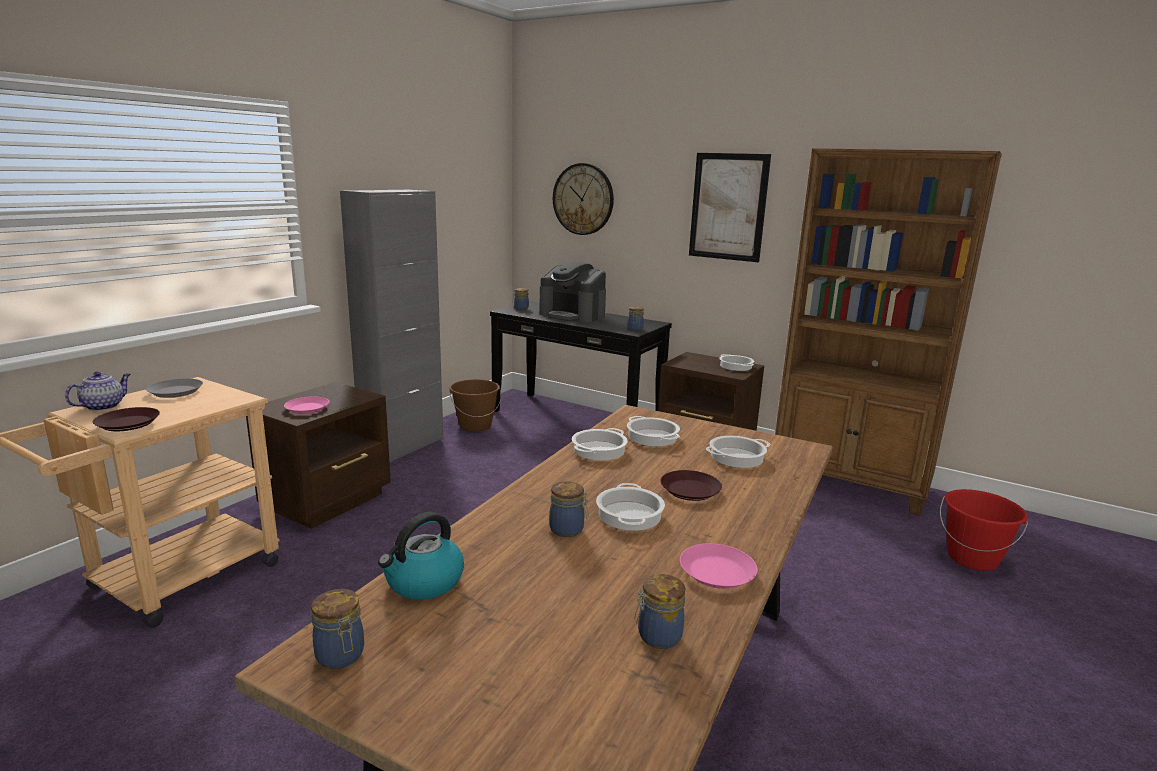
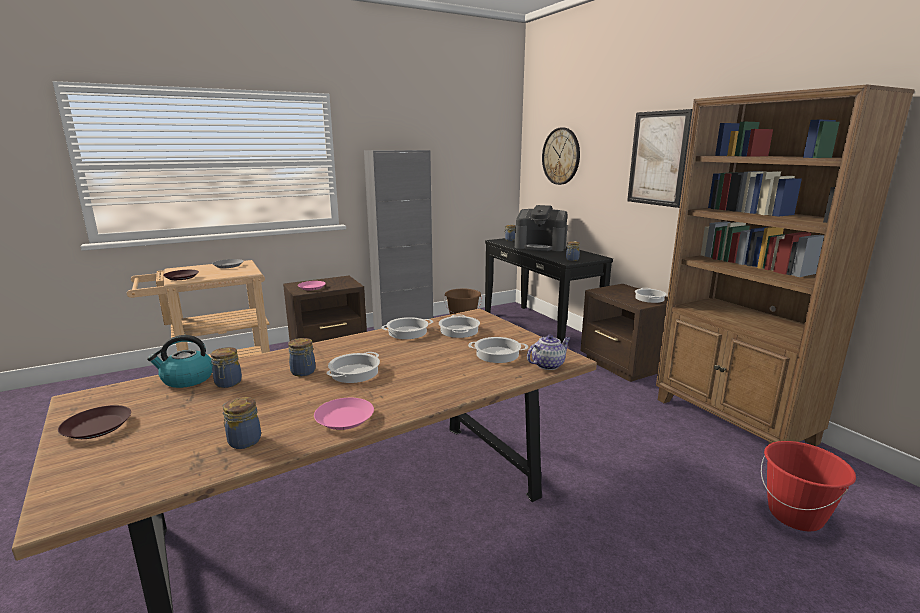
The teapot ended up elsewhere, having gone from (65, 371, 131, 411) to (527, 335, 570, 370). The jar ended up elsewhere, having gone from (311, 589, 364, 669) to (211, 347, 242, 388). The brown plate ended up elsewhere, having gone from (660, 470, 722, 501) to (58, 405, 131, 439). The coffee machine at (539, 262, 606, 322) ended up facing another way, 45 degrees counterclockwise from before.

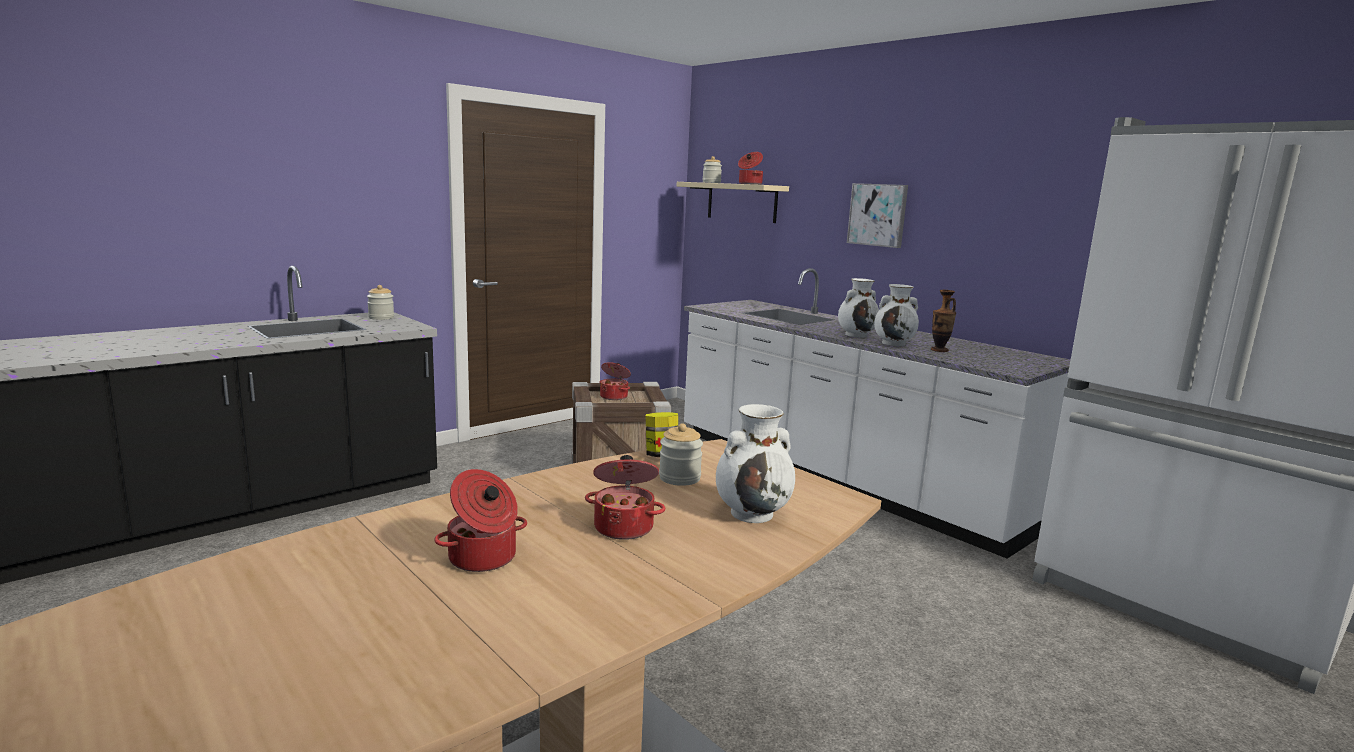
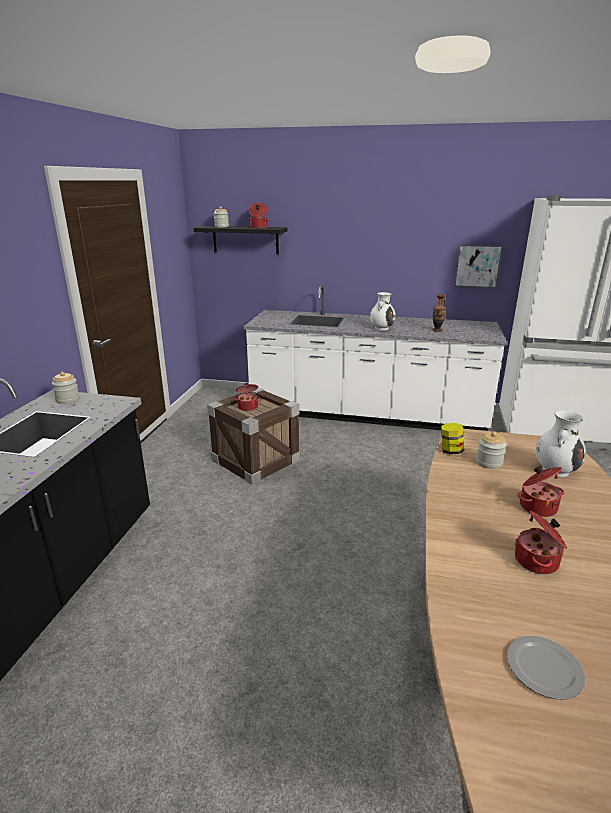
The second view lost the white vase at (874, 284, 919, 346). The second view gained the plate at (507, 636, 585, 699). The picture ended up elsewhere, having gone from (847, 183, 908, 248) to (455, 245, 502, 288). What was the beige shelf at (677, 182, 789, 223) turned into the black shelf at (193, 226, 288, 254).

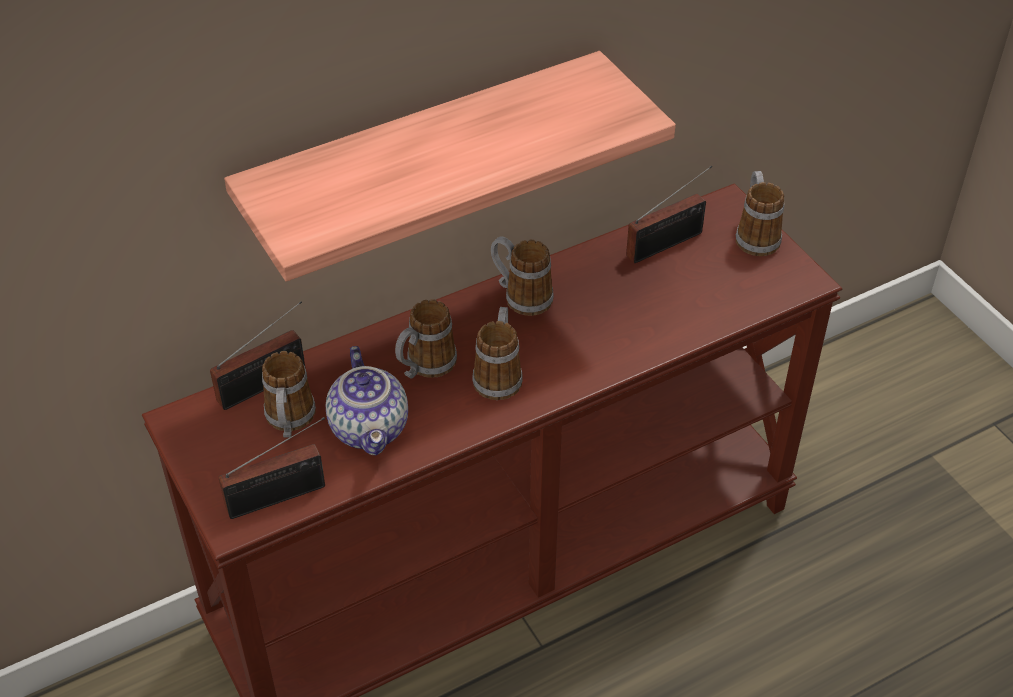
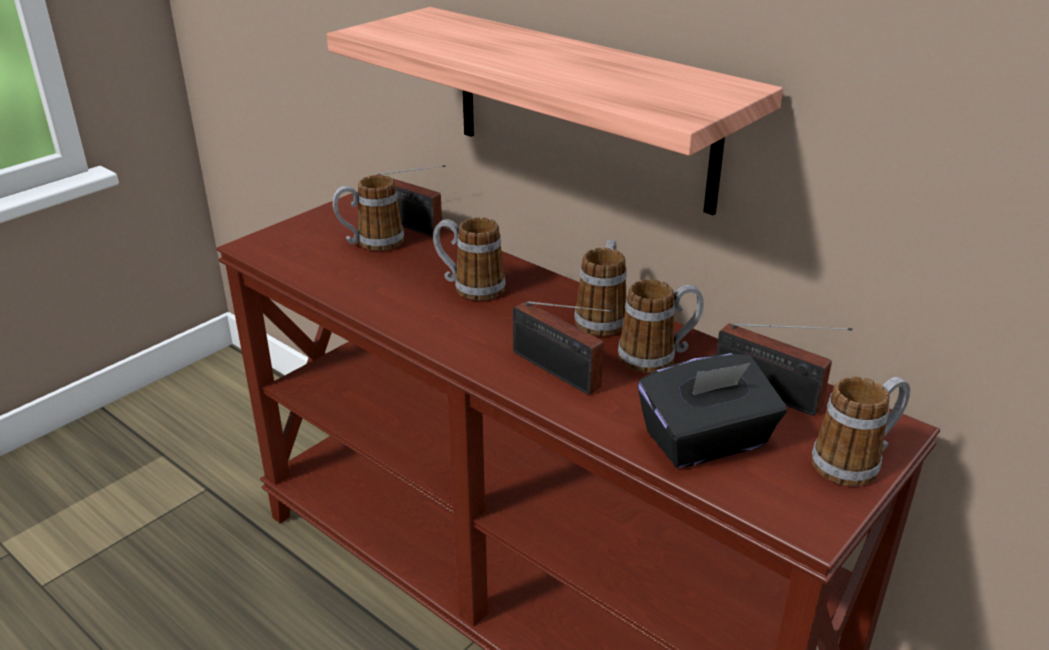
The second view lost the teapot at (326, 346, 408, 455). The second view gained the black tissue box at (638, 353, 787, 468). The radio ended up elsewhere, having gone from (218, 417, 325, 519) to (513, 301, 614, 395). The mug ended up elsewhere, having gone from (472, 307, 523, 400) to (618, 279, 704, 373).

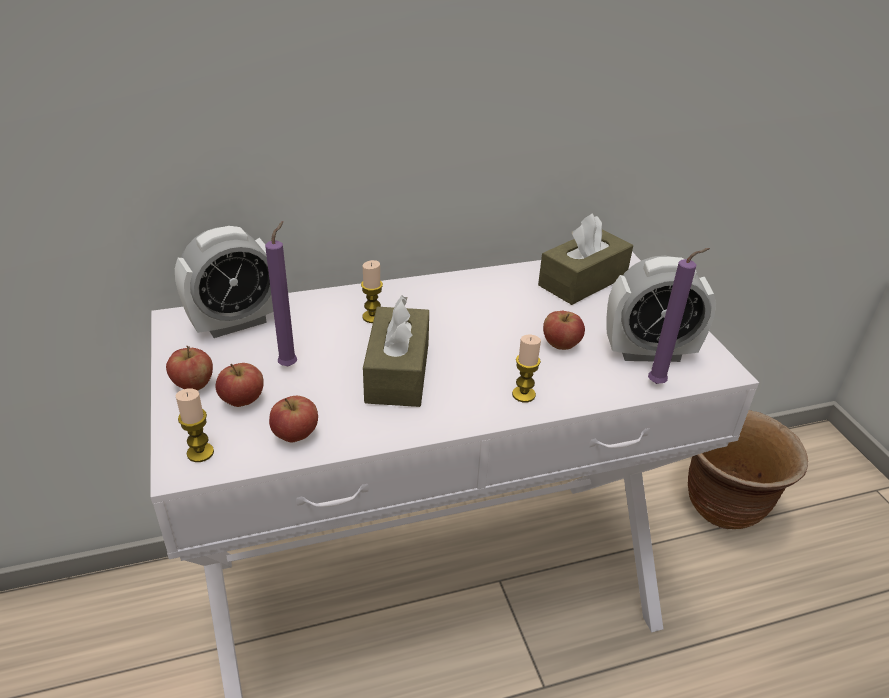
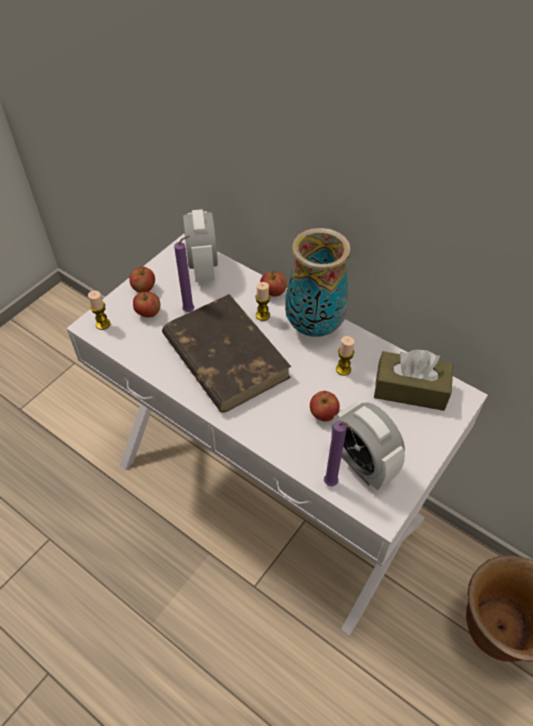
The second view gained the vase at (285, 228, 351, 337). The apple ended up elsewhere, having gone from (269, 396, 318, 442) to (260, 271, 287, 297). The candle ended up elsewhere, having gone from (512, 335, 541, 402) to (336, 336, 354, 376). Where the brown tissue box stood at (363, 295, 429, 407), the brown book came to stand at (162, 294, 291, 413). The alarm clock at (175, 226, 273, 338) ended up facing another way, 120 degrees counterclockwise from before.

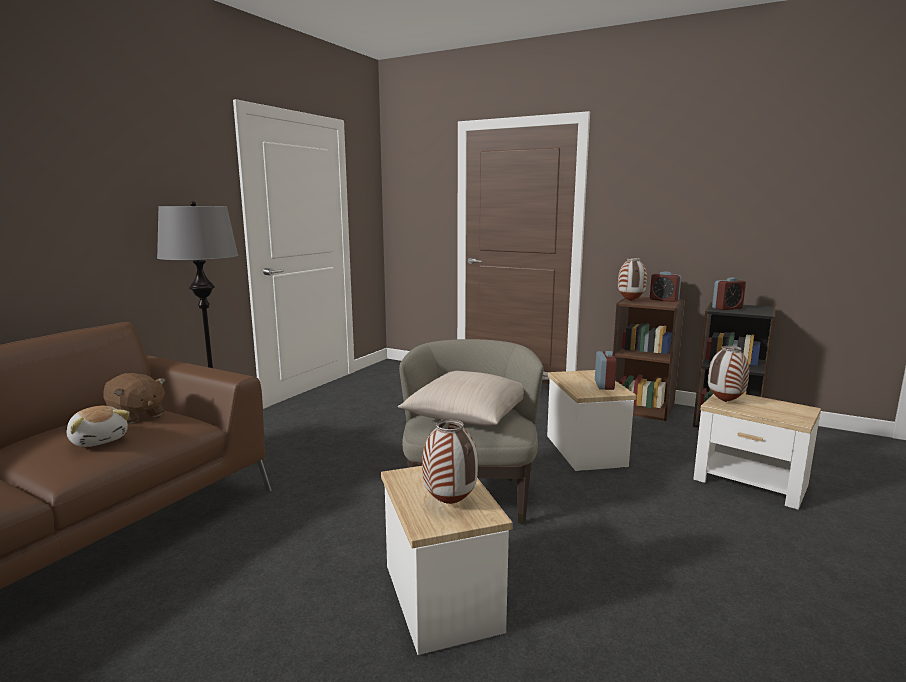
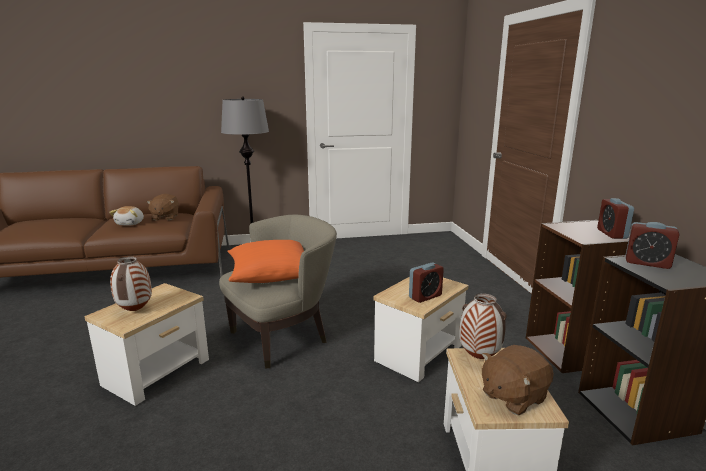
The second view lost the vase at (618, 258, 647, 301). The second view gained the brown plush toy at (482, 345, 554, 415). What was the beige pillow at (398, 371, 524, 426) turned into the orange pillow at (227, 240, 304, 283).

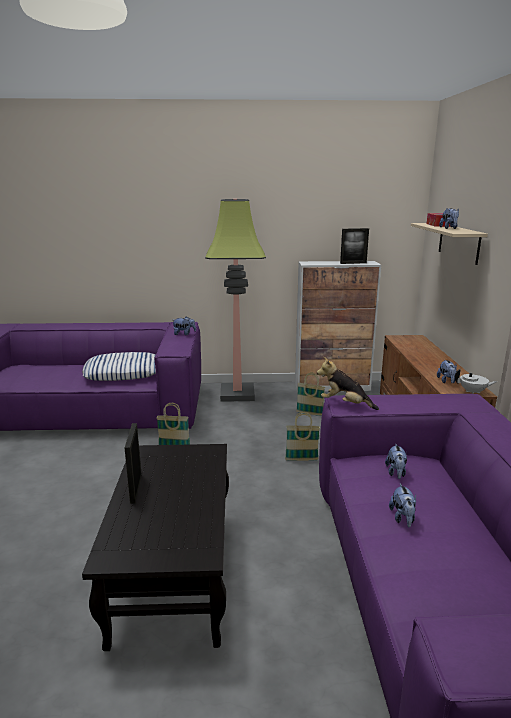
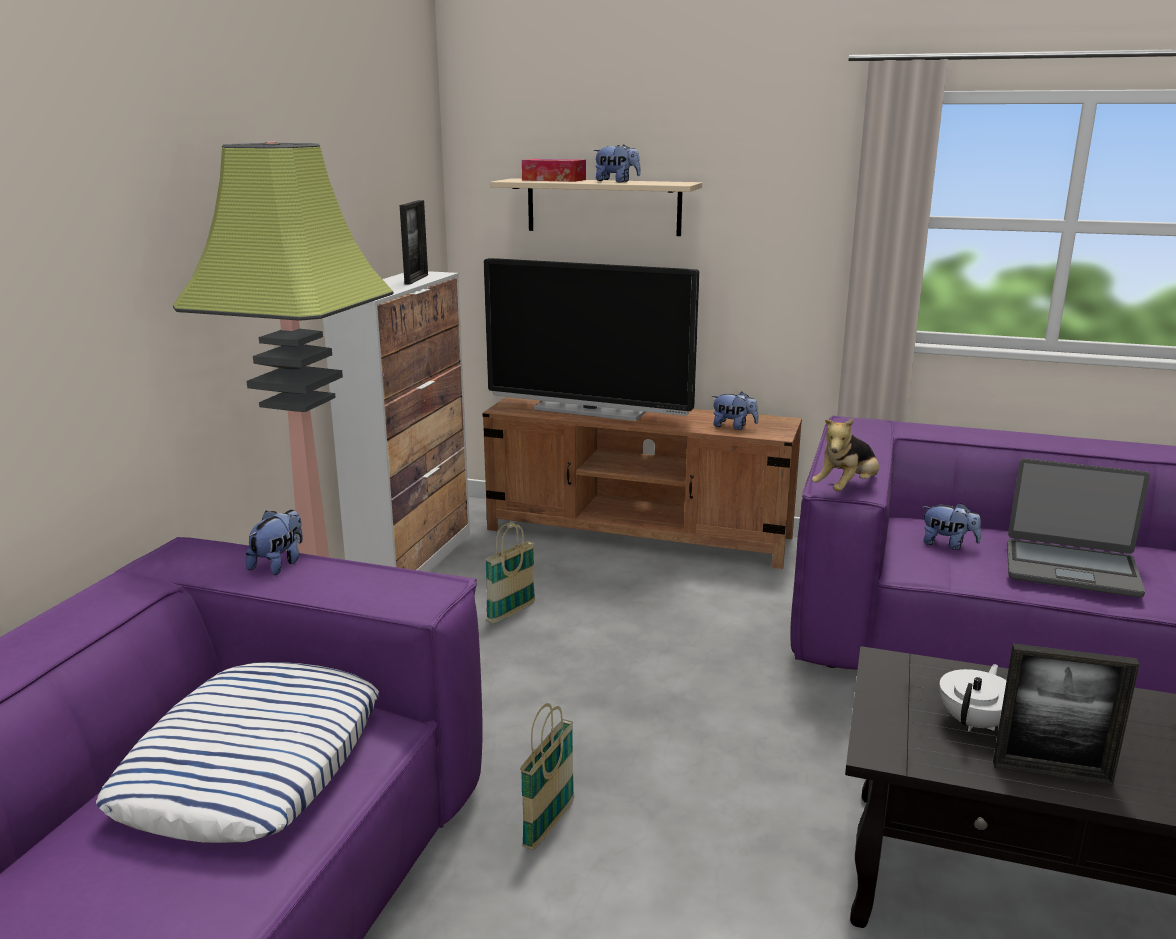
The second view lost the basket at (285, 412, 320, 461). The second view gained the television at (484, 258, 699, 421). The white teapot ended up elsewhere, having gone from (455, 369, 497, 394) to (939, 664, 1007, 732). Where the plush toy stood at (389, 483, 416, 527), the laptop came to stand at (1007, 458, 1150, 598).

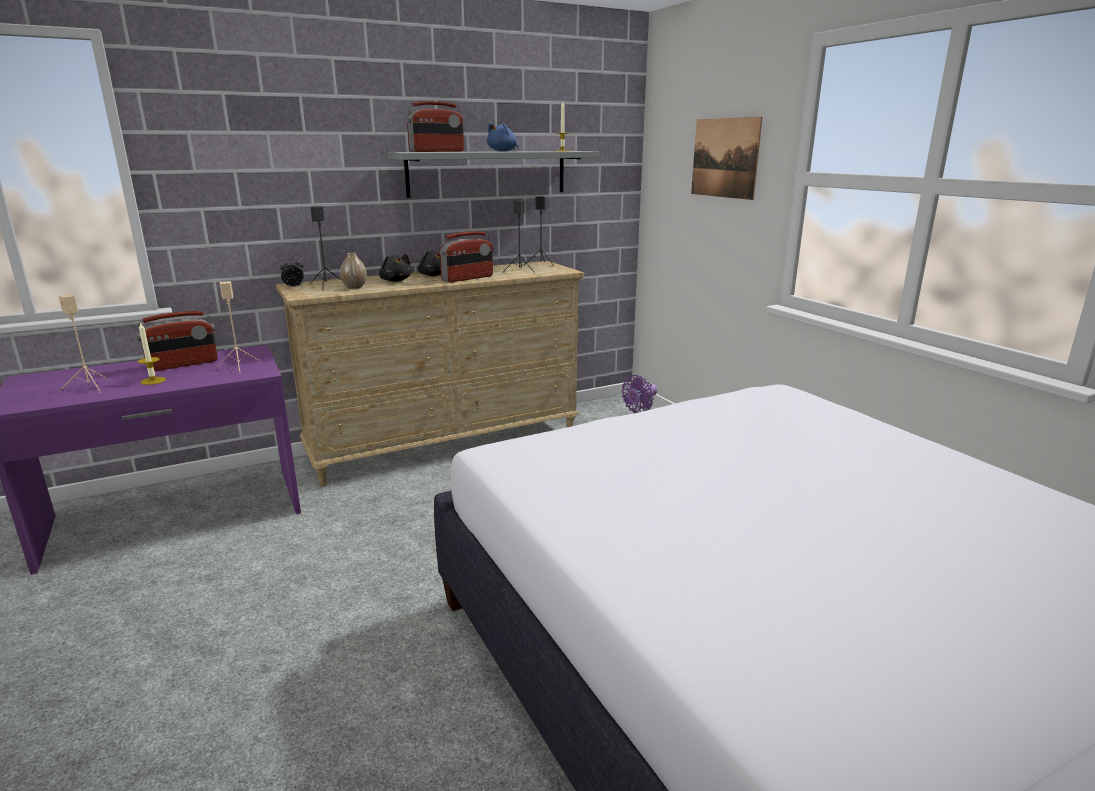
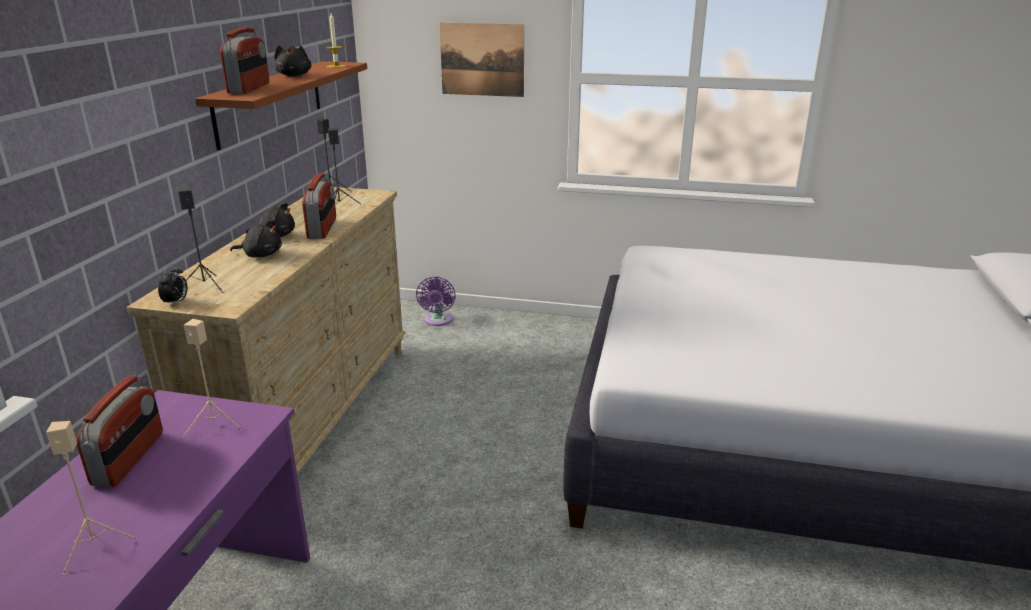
The second view lost the candle at (137, 322, 166, 385). The second view lost the vase at (340, 253, 367, 289). What was the grey shelf at (387, 151, 599, 198) turned into the brown shelf at (195, 61, 367, 150). What was the blue plush toy at (487, 123, 519, 151) turned into the black plush toy at (274, 45, 311, 76).

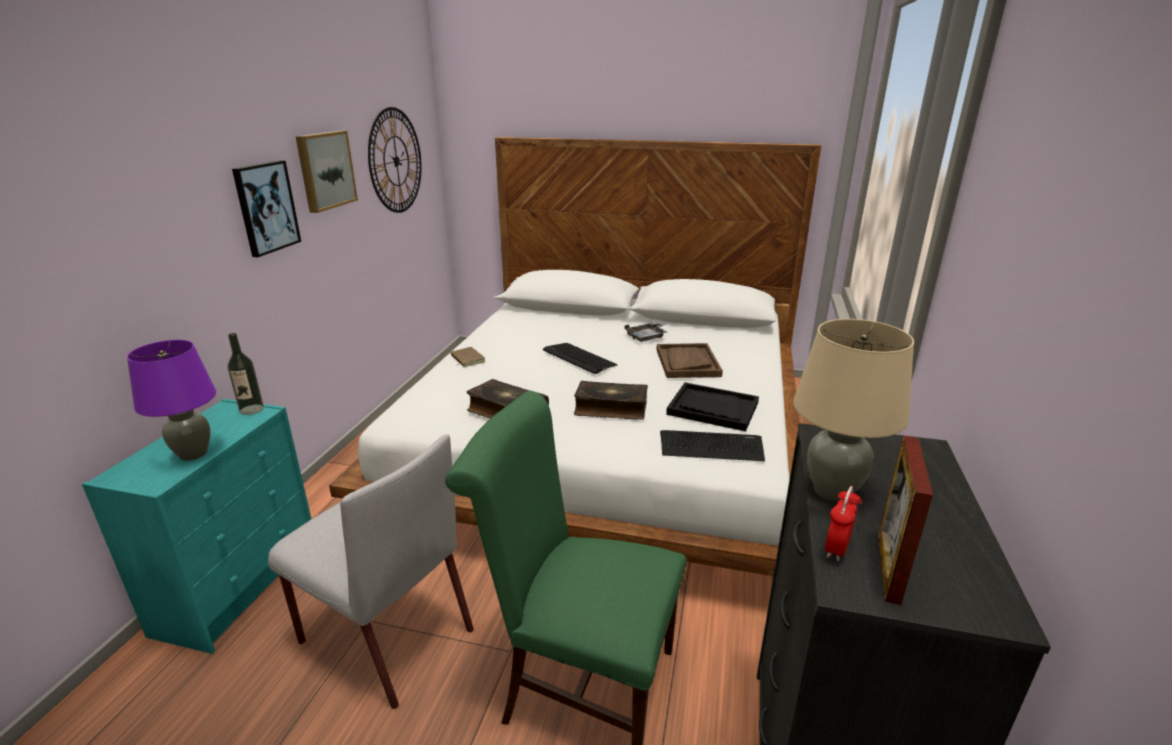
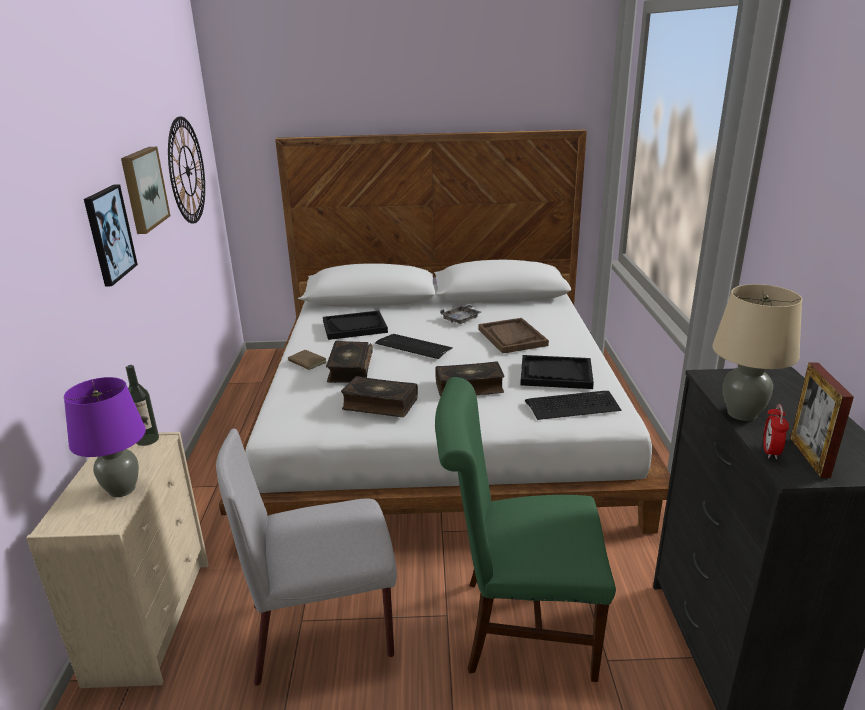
The second view gained the black tray at (323, 311, 388, 340). The second view gained the book at (326, 341, 373, 383). What was the turquoise dresser at (82, 399, 311, 654) turned into the beige dresser at (26, 432, 209, 688). The grey chair at (268, 434, 474, 709) ended up facing another way, 150 degrees clockwise from before.

